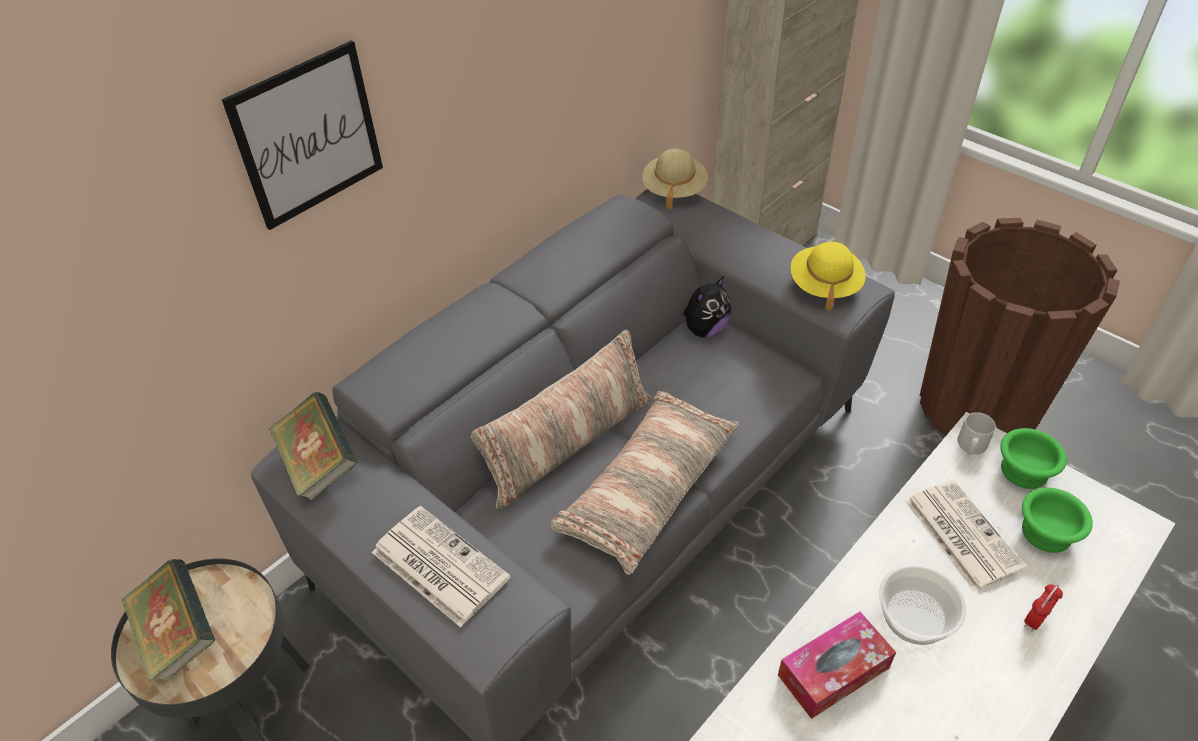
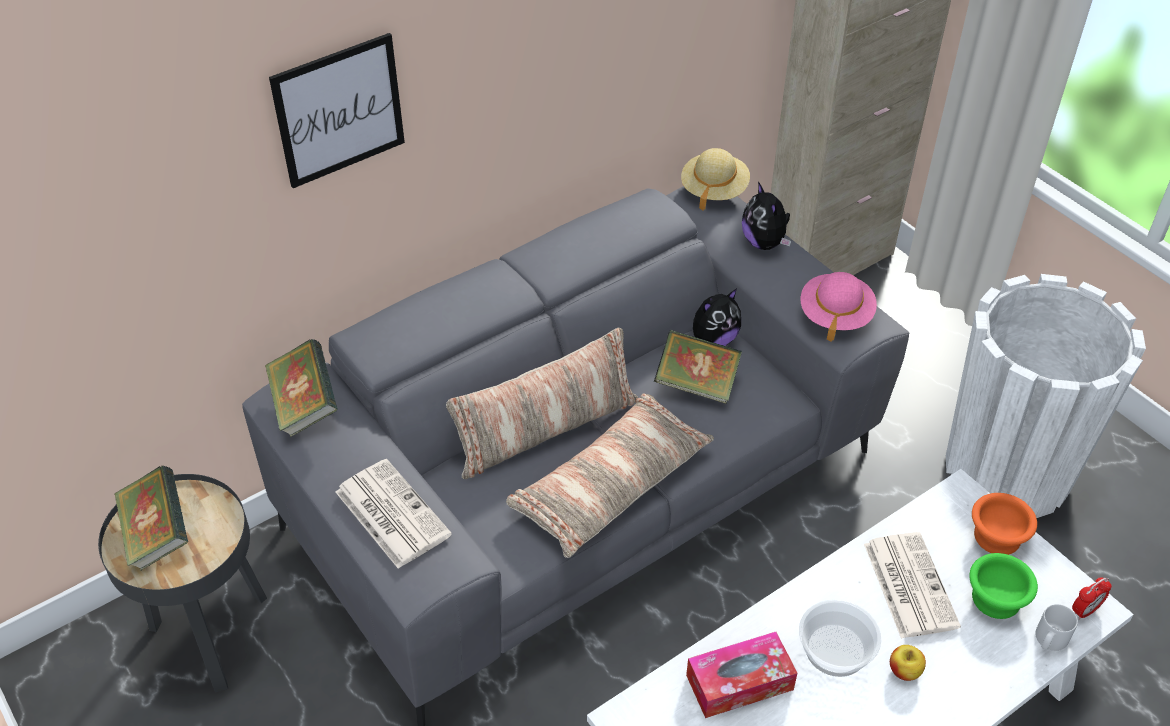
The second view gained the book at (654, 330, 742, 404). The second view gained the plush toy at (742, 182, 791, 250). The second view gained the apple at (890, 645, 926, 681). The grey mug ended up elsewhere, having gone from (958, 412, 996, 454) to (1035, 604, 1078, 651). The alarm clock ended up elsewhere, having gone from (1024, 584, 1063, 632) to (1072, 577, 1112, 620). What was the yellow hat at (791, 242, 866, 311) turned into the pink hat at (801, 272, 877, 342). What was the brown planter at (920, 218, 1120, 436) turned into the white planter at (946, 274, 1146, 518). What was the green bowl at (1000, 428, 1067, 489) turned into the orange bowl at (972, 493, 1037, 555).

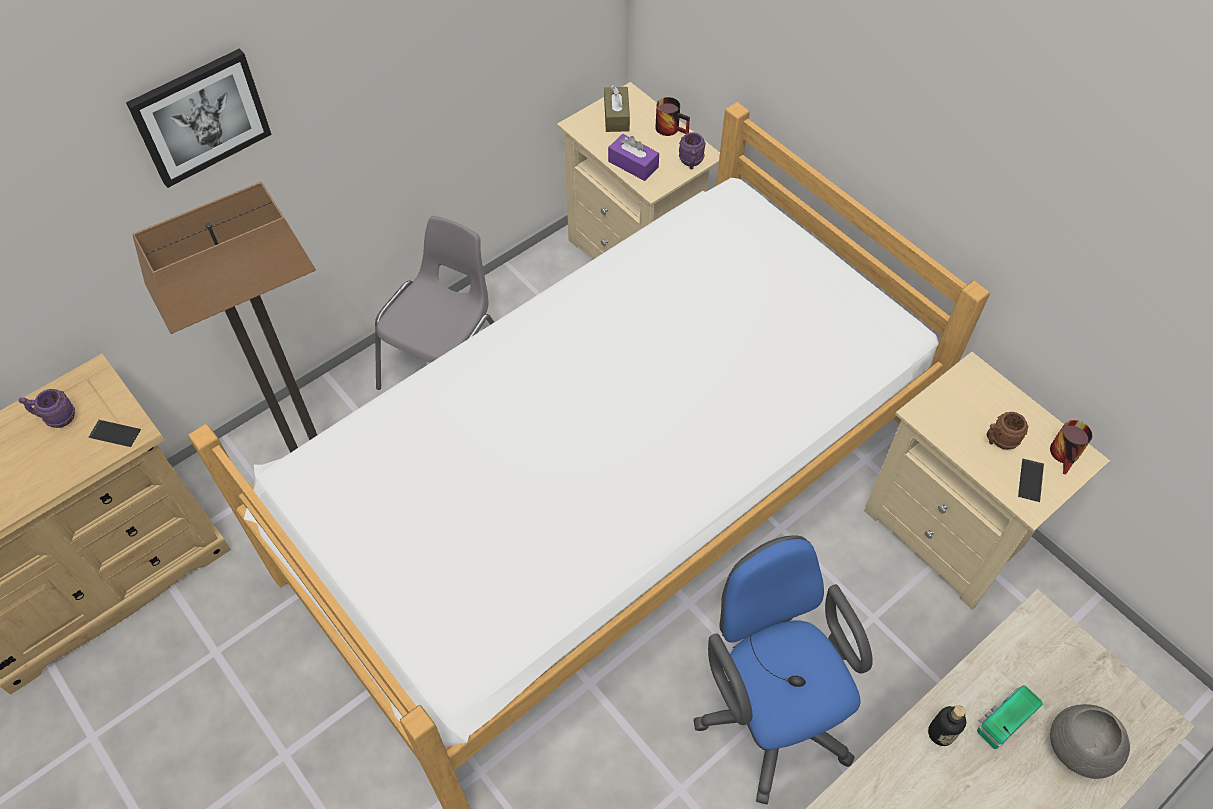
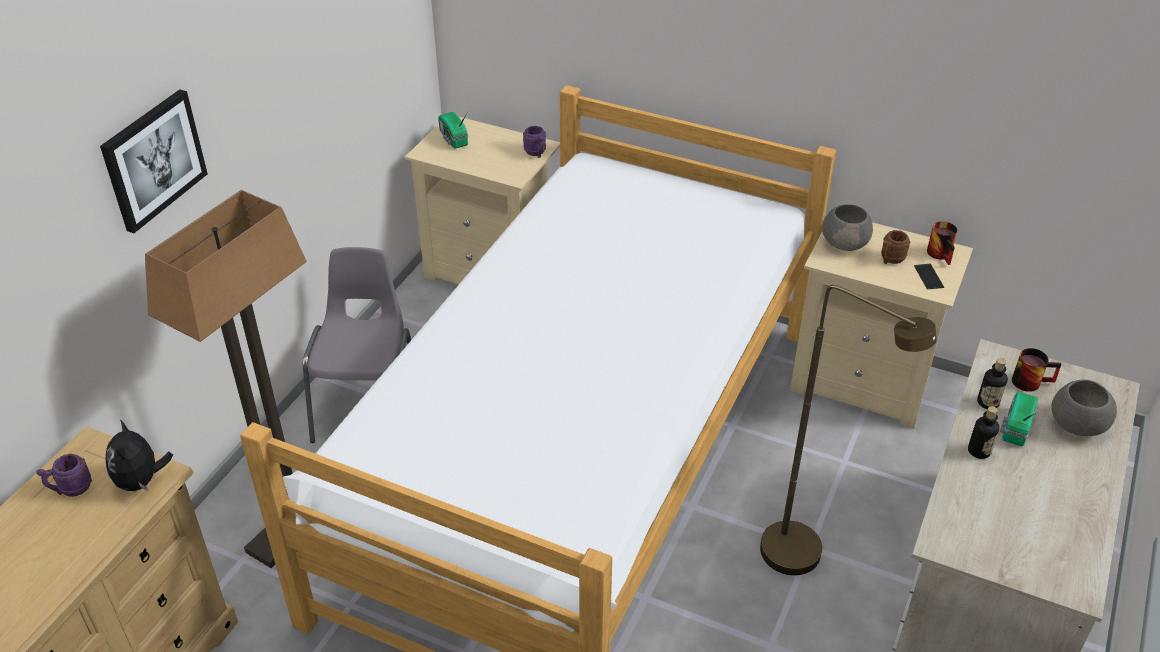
The second view lost the purple tissue box at (608, 134, 659, 181). The second view gained the grey bowl at (822, 204, 873, 251). The second view gained the bottle at (977, 358, 1008, 409). The mug ended up elsewhere, having gone from (655, 97, 690, 136) to (1012, 348, 1061, 392). Where the phone stood at (89, 420, 141, 447), the plush toy came to stand at (105, 419, 173, 491). Where the brown tissue box stood at (604, 85, 630, 132), the radio came to stand at (438, 112, 468, 149). Where the blue office chair stood at (694, 535, 873, 804), the brown floor lamp came to stand at (760, 285, 937, 575).

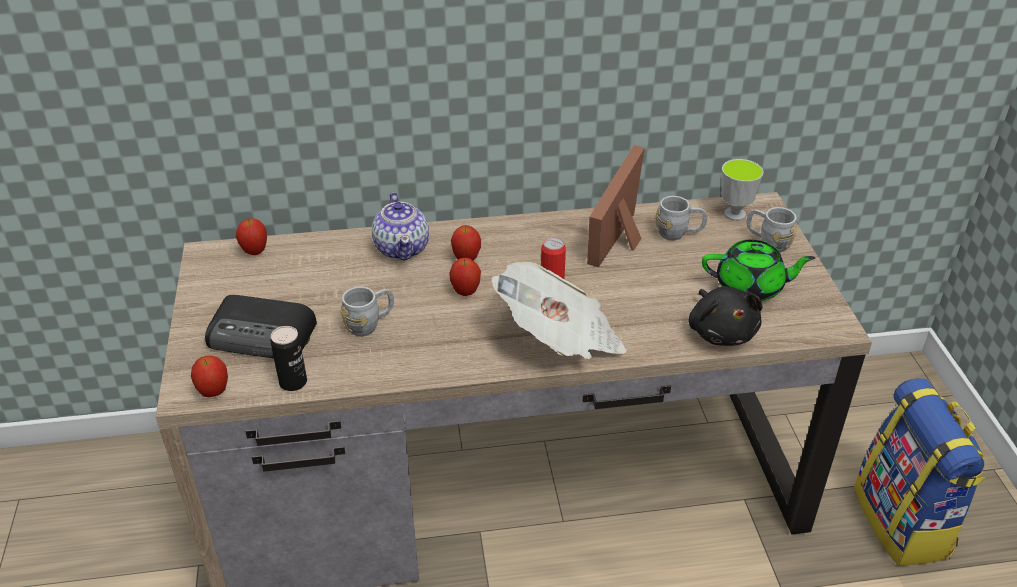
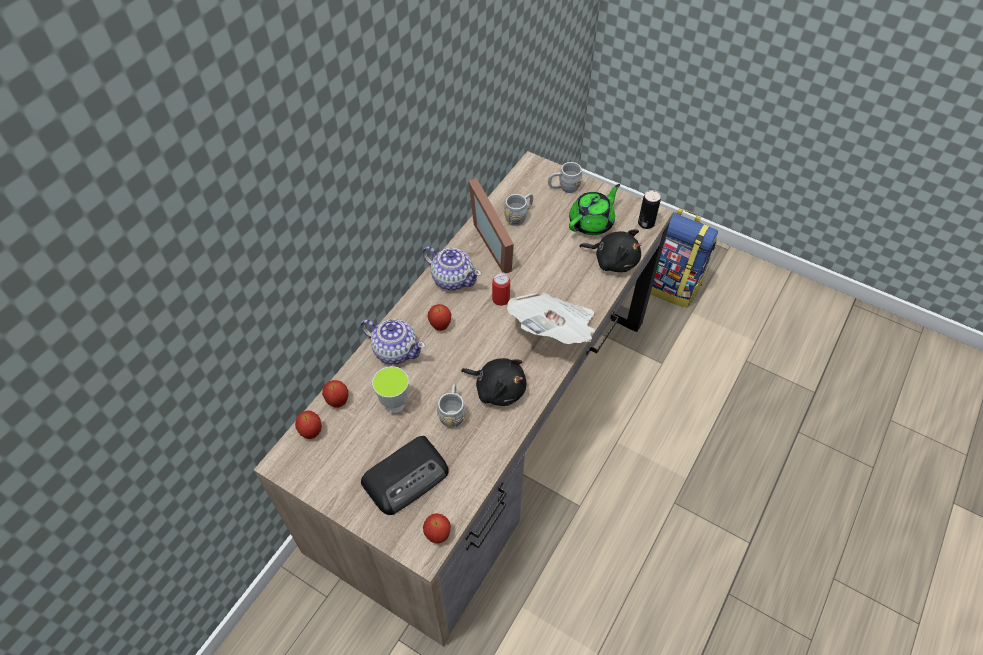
The second view gained the teapot at (422, 246, 482, 291). The second view gained the black plush toy at (461, 358, 526, 406). The can ended up elsewhere, having gone from (270, 326, 307, 391) to (638, 190, 661, 229). The apple ended up elsewhere, having gone from (449, 258, 481, 296) to (322, 380, 349, 408). The cup ended up elsewhere, having gone from (721, 159, 764, 221) to (372, 366, 409, 414).

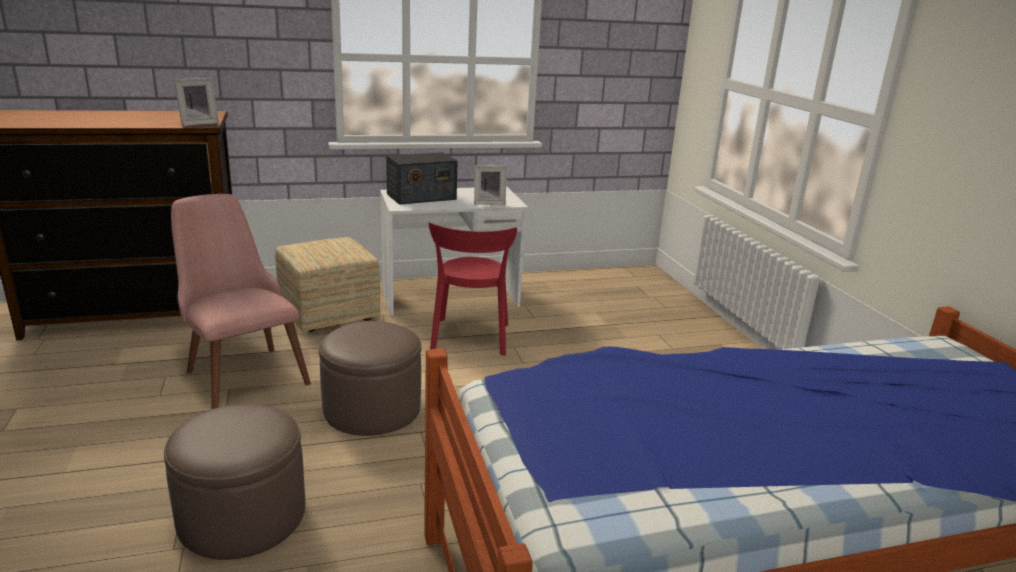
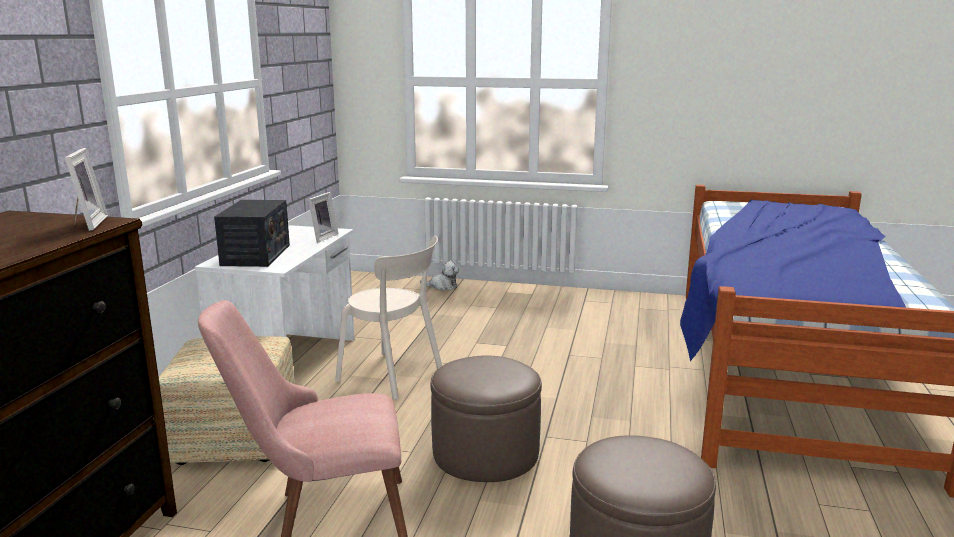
The second view gained the plush toy at (420, 261, 459, 291). What was the red chair at (428, 222, 517, 355) turned into the beige chair at (335, 236, 442, 400).

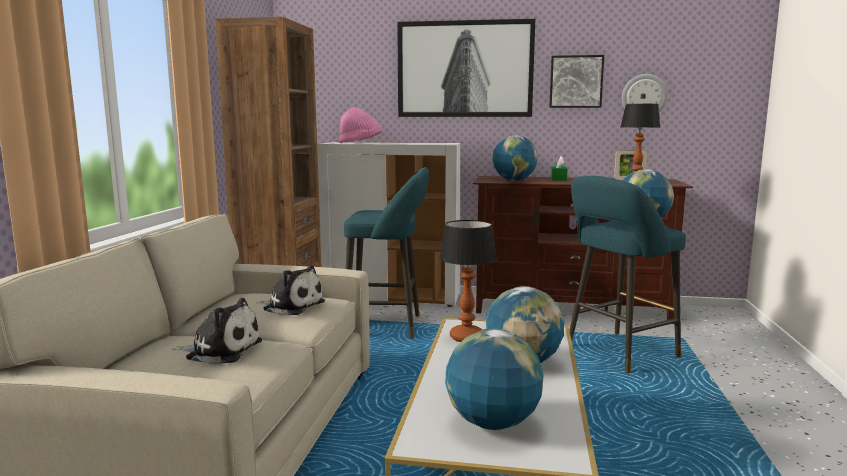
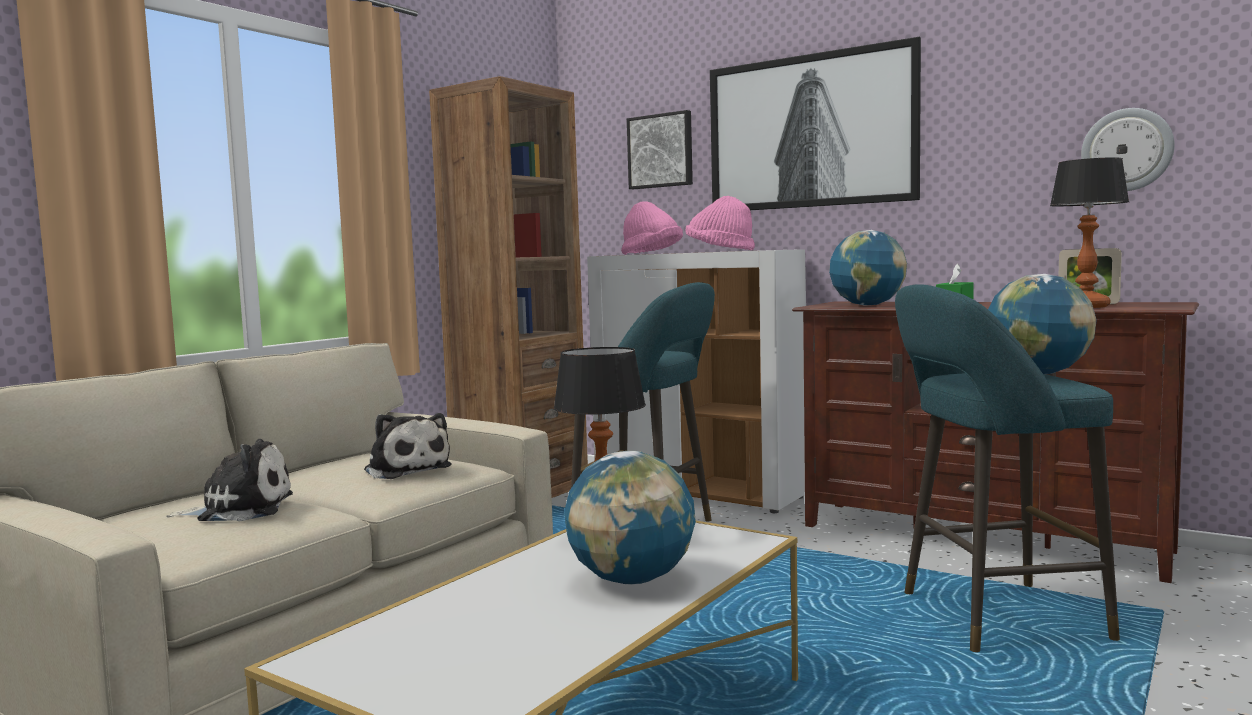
The second view lost the globe at (445, 329, 544, 430). The second view gained the pink hat at (685, 196, 755, 250). The picture ended up elsewhere, having gone from (549, 55, 604, 108) to (627, 110, 693, 189). The plush toy at (173, 298, 262, 365) ended up facing another way, 45 degrees counterclockwise from before.

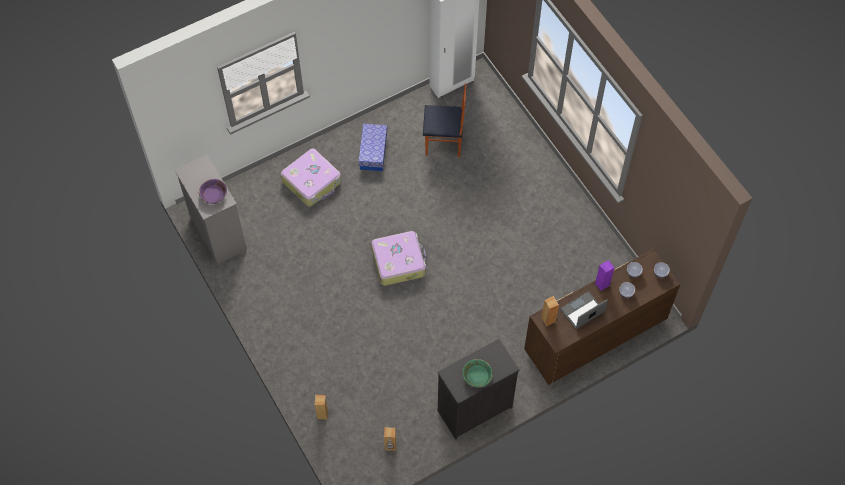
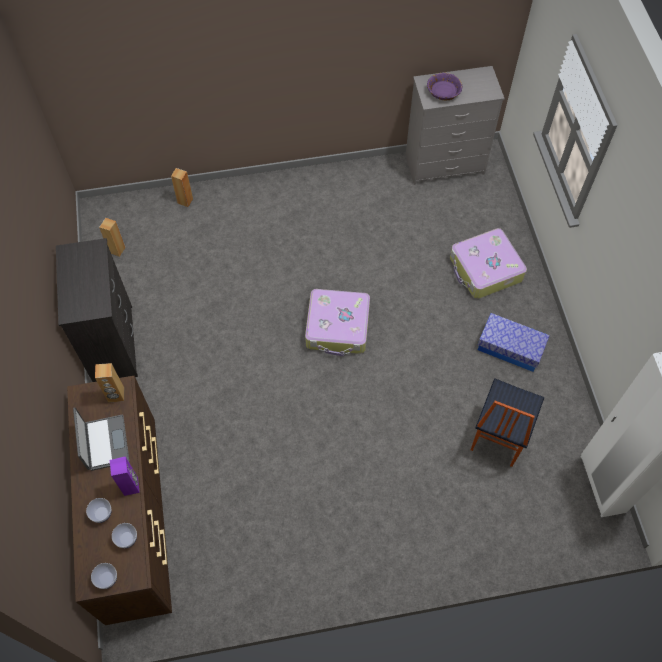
The second view lost the green bowl at (462, 359, 493, 388).

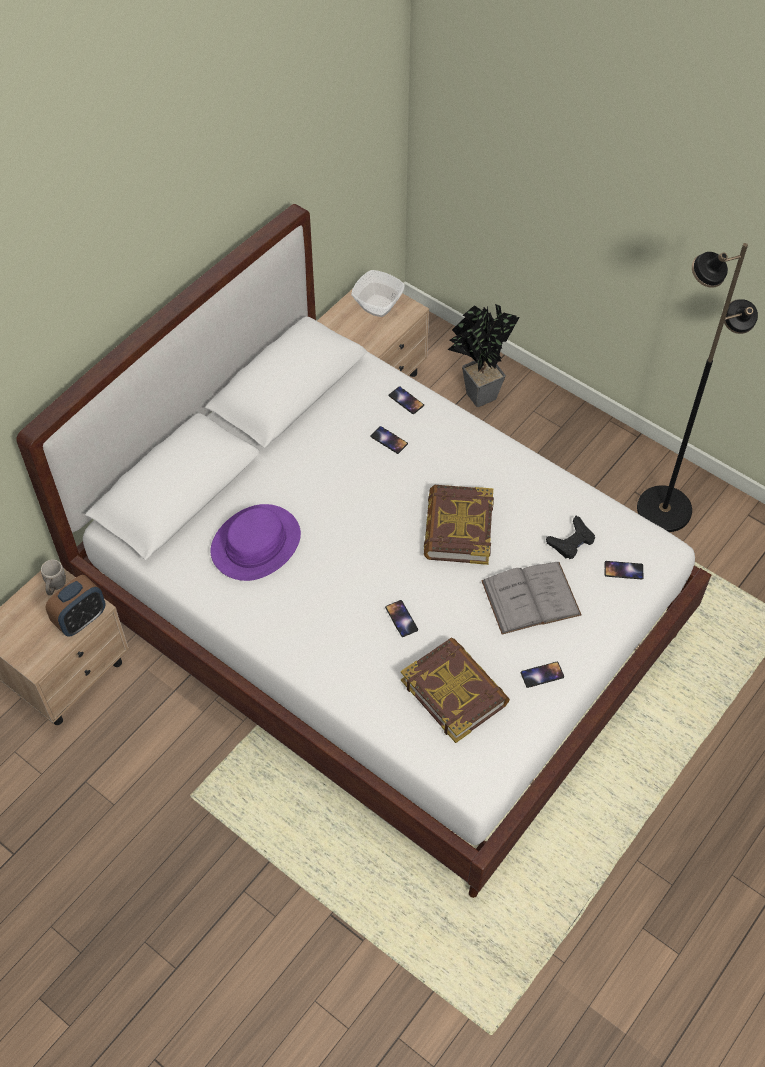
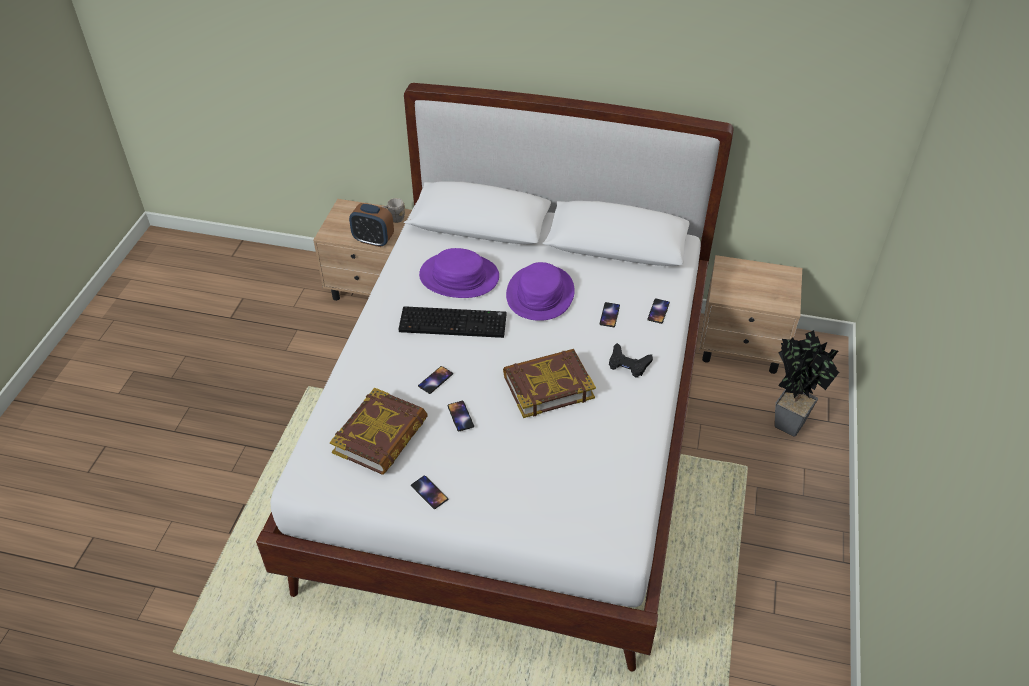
The second view lost the bowl at (351, 270, 405, 317). The second view lost the grey book at (481, 562, 581, 635). The second view lost the black floor lamp at (637, 243, 758, 532). The second view gained the keyboard at (399, 306, 506, 338). The second view gained the purple hat at (506, 262, 575, 321). The black game controller ended up elsewhere, having gone from (546, 516, 595, 559) to (609, 343, 653, 377). The phone ended up elsewhere, having gone from (605, 561, 643, 579) to (447, 401, 474, 431).

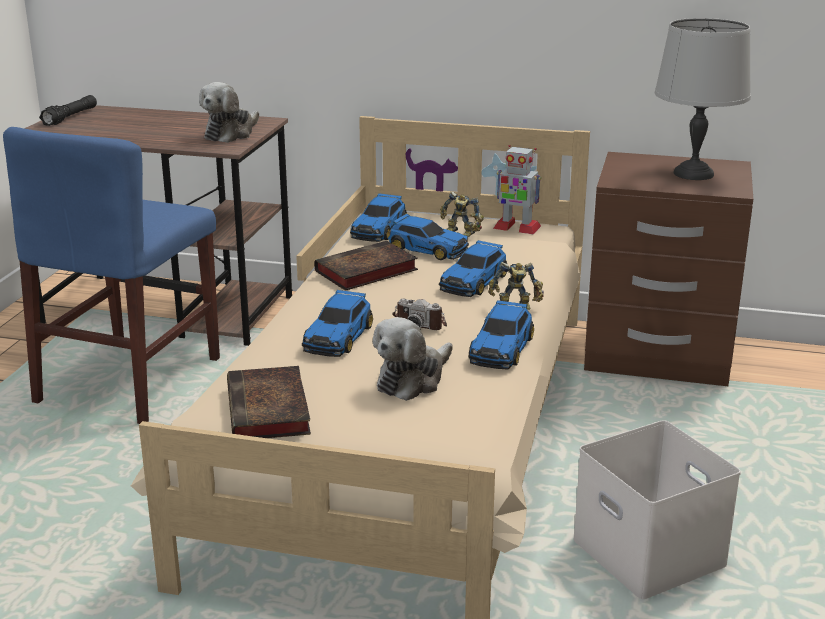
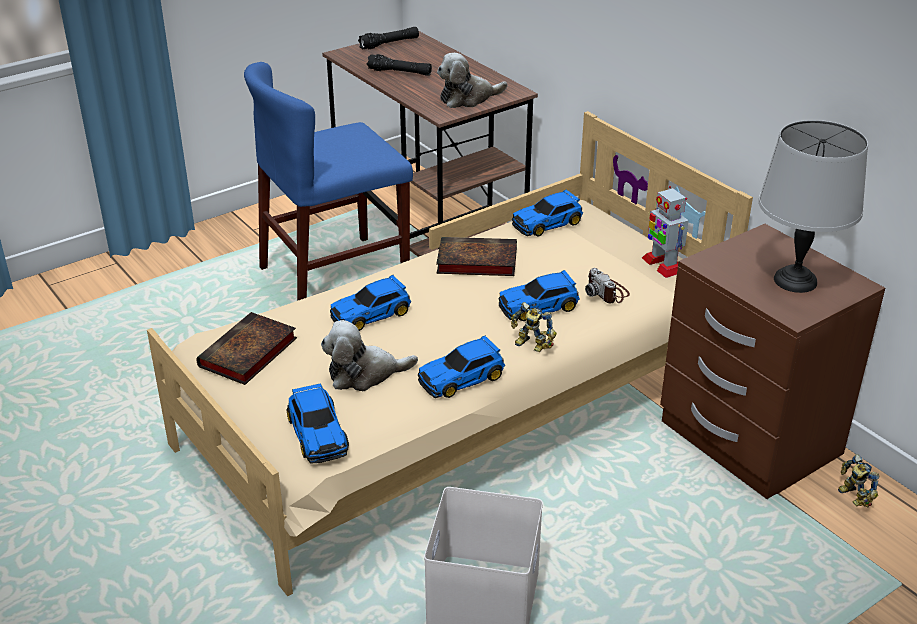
The second view gained the black flashlight at (367, 54, 432, 76). The toy car ended up elsewhere, having gone from (388, 214, 469, 260) to (286, 383, 349, 464). The photo camera ended up elsewhere, having gone from (392, 298, 447, 330) to (585, 268, 630, 303). The toy robot ended up elsewhere, having gone from (440, 191, 484, 237) to (838, 454, 879, 507).

